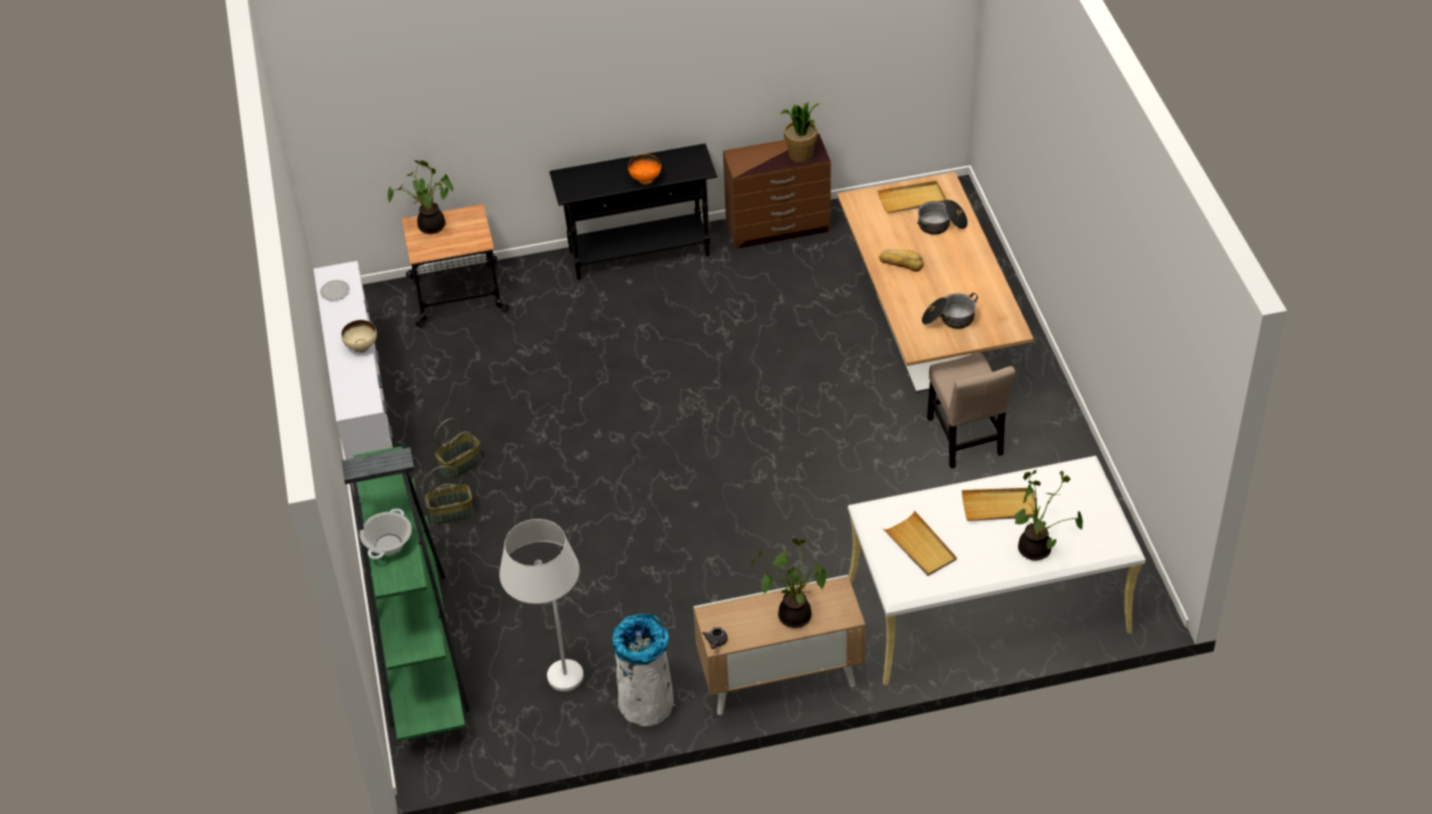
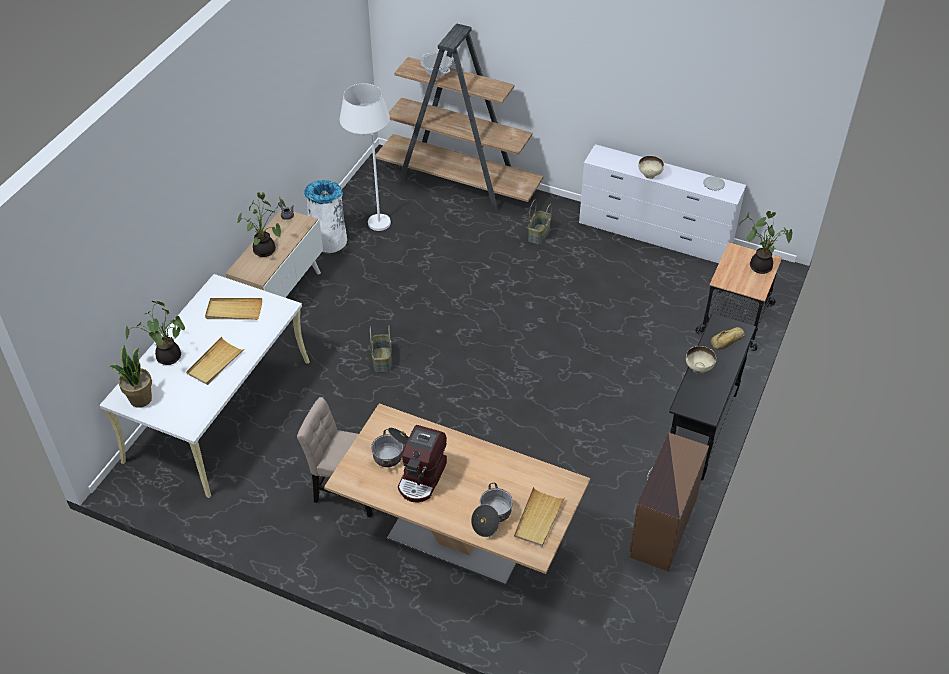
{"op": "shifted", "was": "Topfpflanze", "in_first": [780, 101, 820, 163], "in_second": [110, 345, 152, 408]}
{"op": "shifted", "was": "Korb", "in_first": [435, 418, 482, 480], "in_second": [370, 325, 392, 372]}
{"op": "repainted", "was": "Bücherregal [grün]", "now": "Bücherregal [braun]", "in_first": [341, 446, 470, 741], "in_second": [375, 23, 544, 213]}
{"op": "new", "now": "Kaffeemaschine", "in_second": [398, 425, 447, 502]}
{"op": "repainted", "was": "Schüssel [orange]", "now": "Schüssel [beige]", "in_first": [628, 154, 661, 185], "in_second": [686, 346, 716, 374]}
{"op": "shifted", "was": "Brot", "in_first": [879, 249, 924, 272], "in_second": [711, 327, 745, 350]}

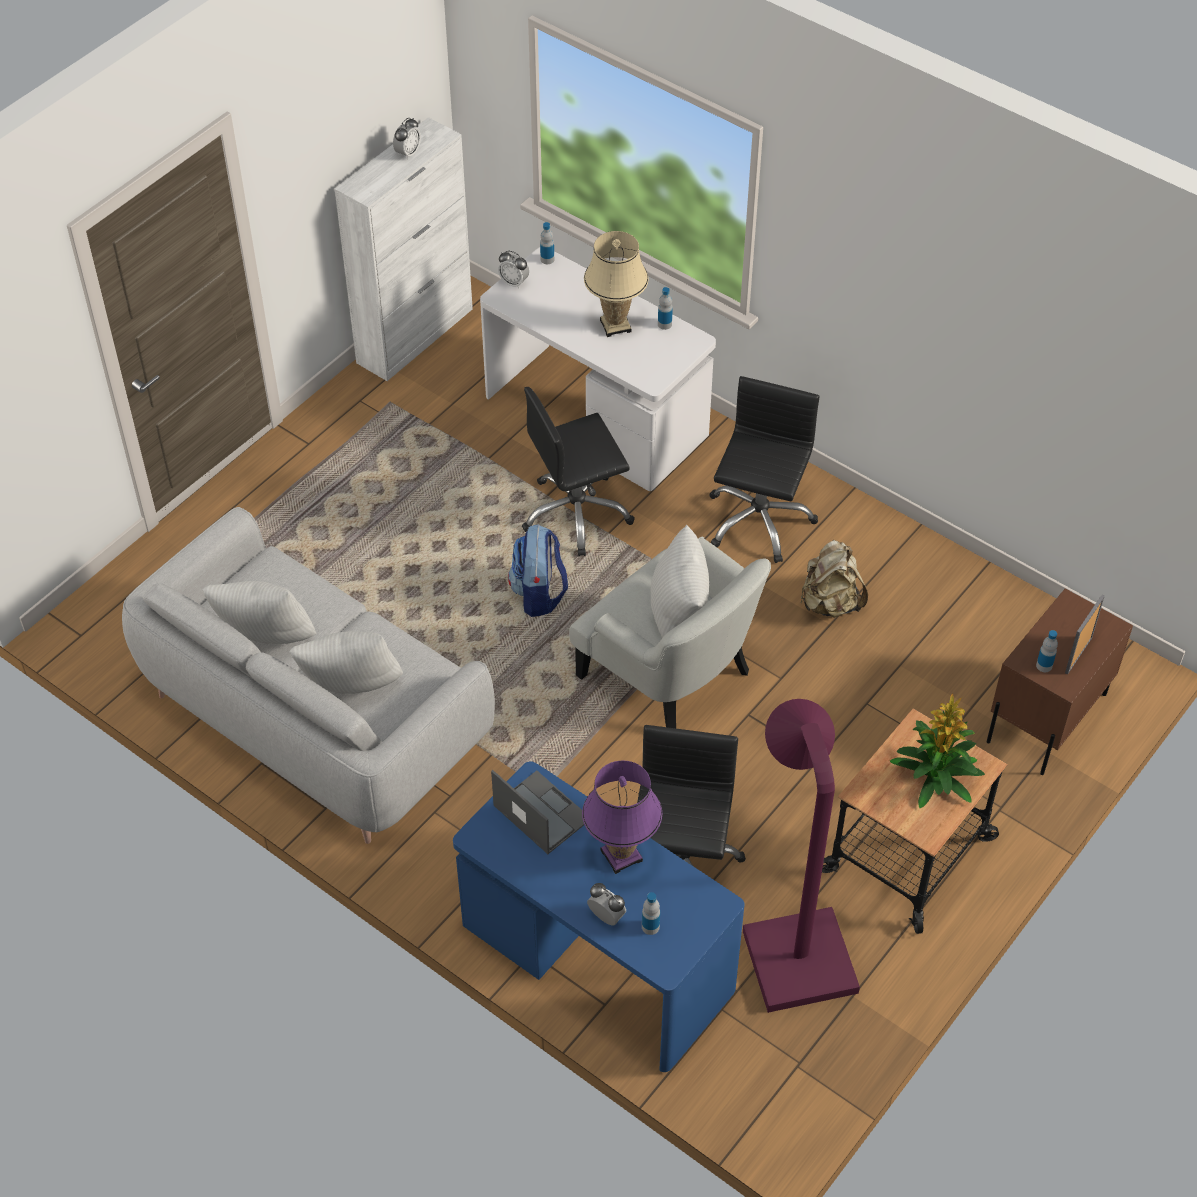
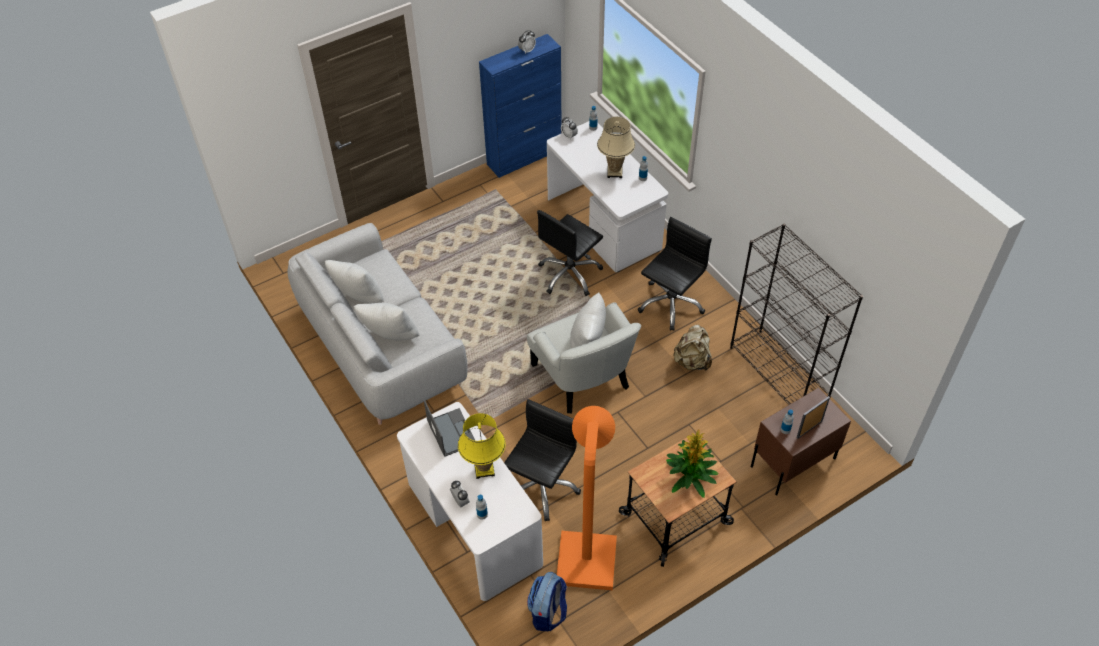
{"op": "repainted", "was": "Schreibtisch [blau]", "now": "Schreibtisch [weiß]", "in_first": [453, 761, 745, 1072], "in_second": [397, 402, 543, 601]}
{"op": "repainted", "was": "Tischlampe [lila]", "now": "Tischlampe [gelb]", "in_first": [582, 760, 662, 874], "in_second": [458, 413, 506, 479]}
{"op": "repainted", "was": "Schrank [weiß]", "now": "Schrank [blau]", "in_first": [335, 117, 473, 381], "in_second": [479, 34, 562, 178]}
{"op": "shifted", "was": "Rucksack", "in_first": [508, 524, 568, 617], "in_second": [527, 572, 567, 631]}
{"op": "rotated", "was": "Bürostuhl [schwarz]", "in_first": [522, 387, 635, 556], "in_second": [537, 210, 603, 296], "clockwise": -45}
{"op": "repainted", "was": "Stehlampe [lila]", "now": "Stehlampe [orange]", "in_first": [743, 699, 860, 1013], "in_second": [557, 406, 617, 591]}
{"op": "new", "now": "Bücherregal [schwarz]", "in_second": [730, 224, 863, 405]}

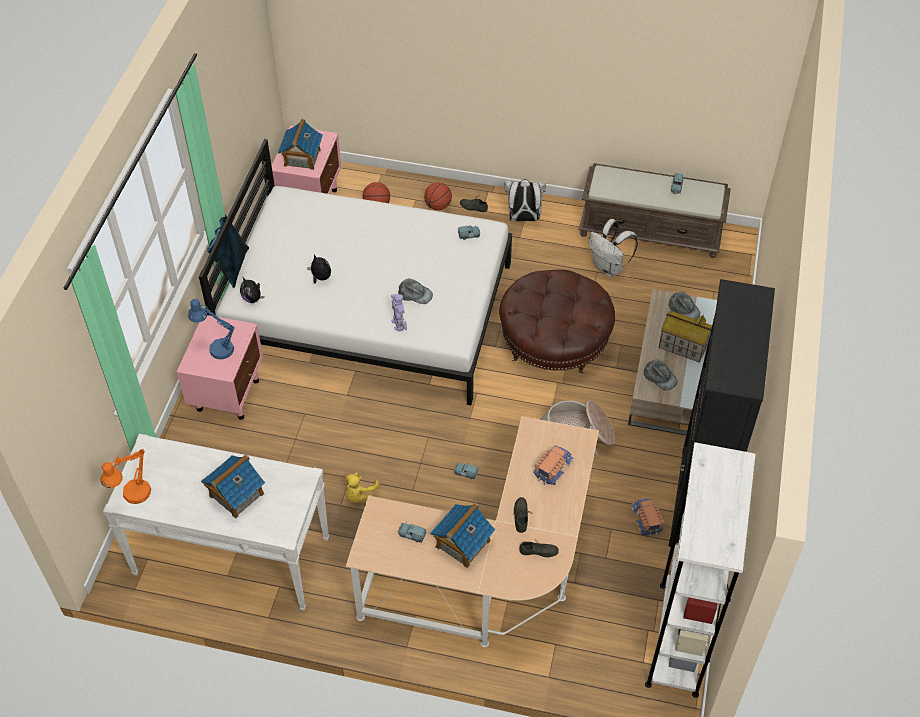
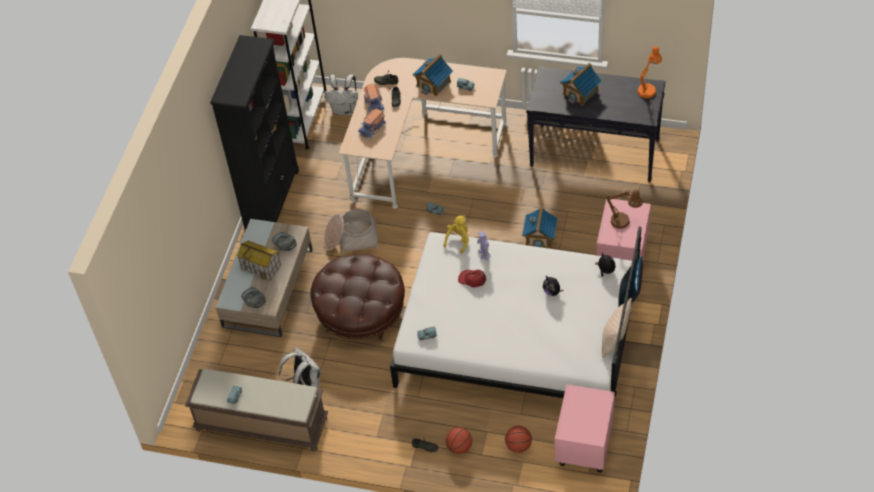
{"op": "shifted", "was": "Rucksack [weiß]", "in_first": [504, 179, 546, 221], "in_second": [325, 74, 358, 115]}
{"op": "shifted", "was": "Spielzeuglaster", "in_first": [631, 498, 664, 537], "in_second": [363, 83, 385, 113]}
{"op": "shifted", "was": "Plüschtier [gelb]", "in_first": [345, 472, 380, 503], "in_second": [443, 215, 469, 254]}
{"op": "repainted", "was": "Kappe [grau]", "now": "Kappe [rot]", "in_first": [398, 278, 433, 304], "in_second": [458, 270, 487, 288]}
{"op": "shifted", "was": "Spielzeughaus", "in_first": [278, 119, 323, 170], "in_second": [522, 206, 558, 248]}
{"op": "repainted", "was": "Konsolentisch [weiß]", "now": "Konsolentisch [schwarz]", "in_first": [103, 434, 329, 611], "in_second": [526, 66, 666, 182]}
{"op": "new", "now": "Kissen [beige]", "in_second": [602, 298, 632, 358]}
{"op": "repainted", "was": "Tischlampe [blau]", "now": "Tischlampe [braun]", "in_first": [188, 299, 234, 359], "in_second": [606, 190, 643, 229]}

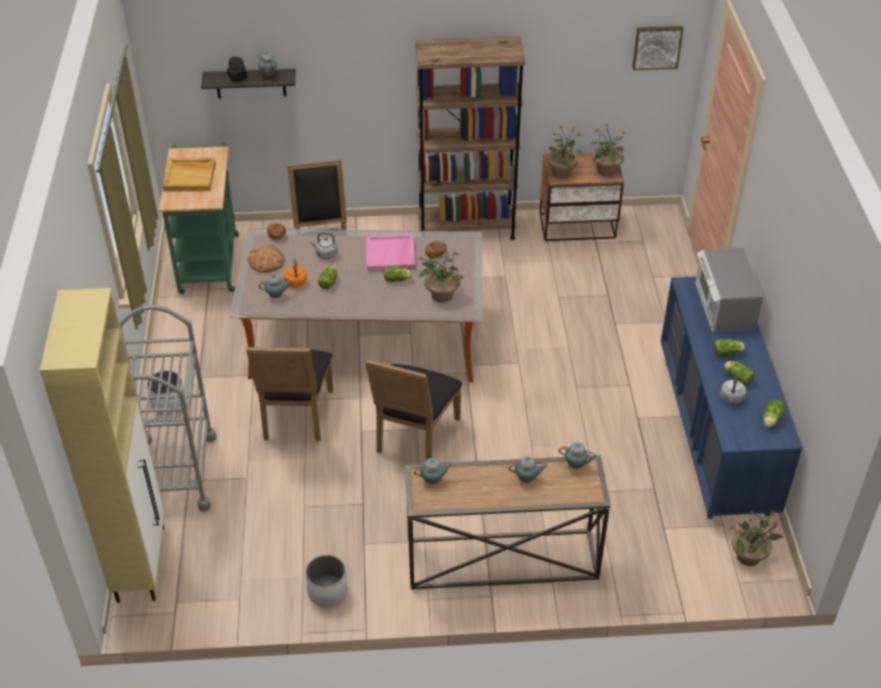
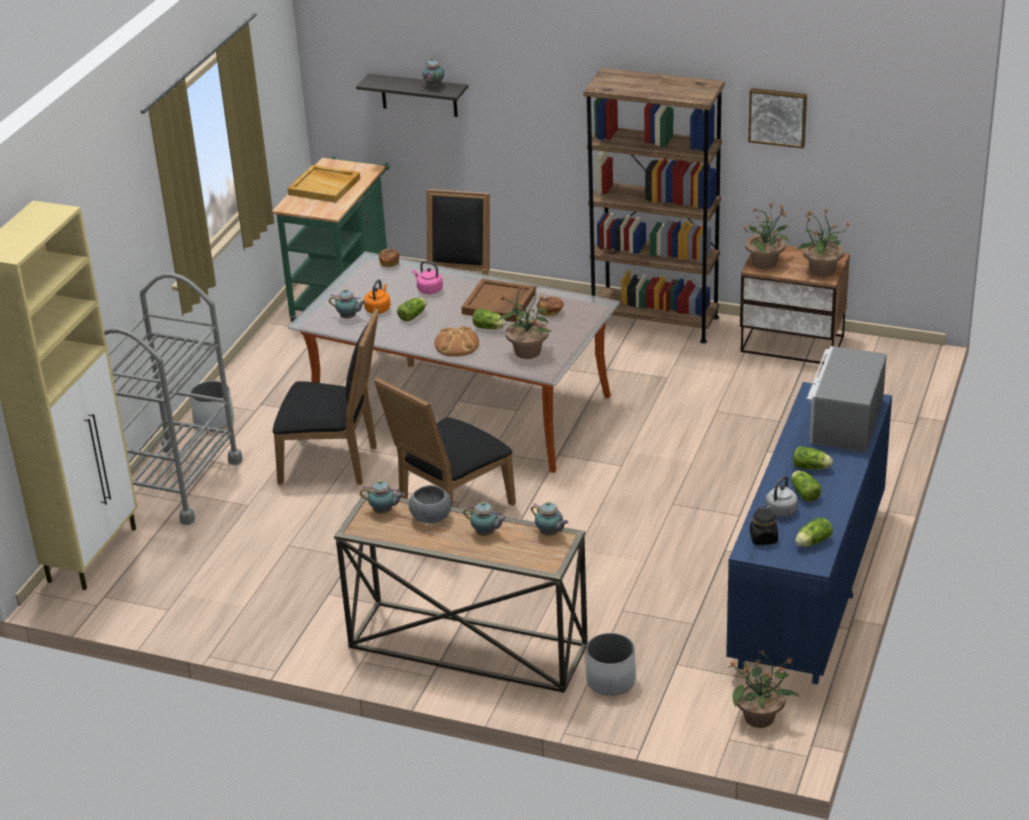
{"op": "rotated", "was": "Stuhl [schwarz]", "in_first": [246, 347, 333, 441], "in_second": [273, 308, 379, 485], "clockwise": -105}
{"op": "new", "now": "Schüssel [grau]", "in_second": [409, 485, 451, 523]}
{"op": "repainted", "was": "Wasserkessel [grau]", "now": "Wasserkessel [rosa]", "in_first": [310, 233, 338, 259], "in_second": [413, 261, 443, 294]}
{"op": "shifted", "was": "Brot", "in_first": [248, 244, 284, 273], "in_second": [434, 326, 479, 356]}
{"op": "repainted", "was": "Tablett [rosa]", "now": "Tablett [braun]", "in_first": [366, 234, 416, 272], "in_second": [461, 279, 536, 322]}
{"op": "shifted", "was": "Pflanzkübel [weiß]", "in_first": [305, 555, 347, 607], "in_second": [586, 633, 636, 696]}
{"op": "shifted", "was": "Bild", "in_first": [632, 26, 683, 70], "in_second": [748, 88, 807, 148]}
{"op": "shifted", "was": "Vorratsglas [schwarz]", "in_first": [227, 57, 248, 82], "in_second": [750, 507, 778, 545]}

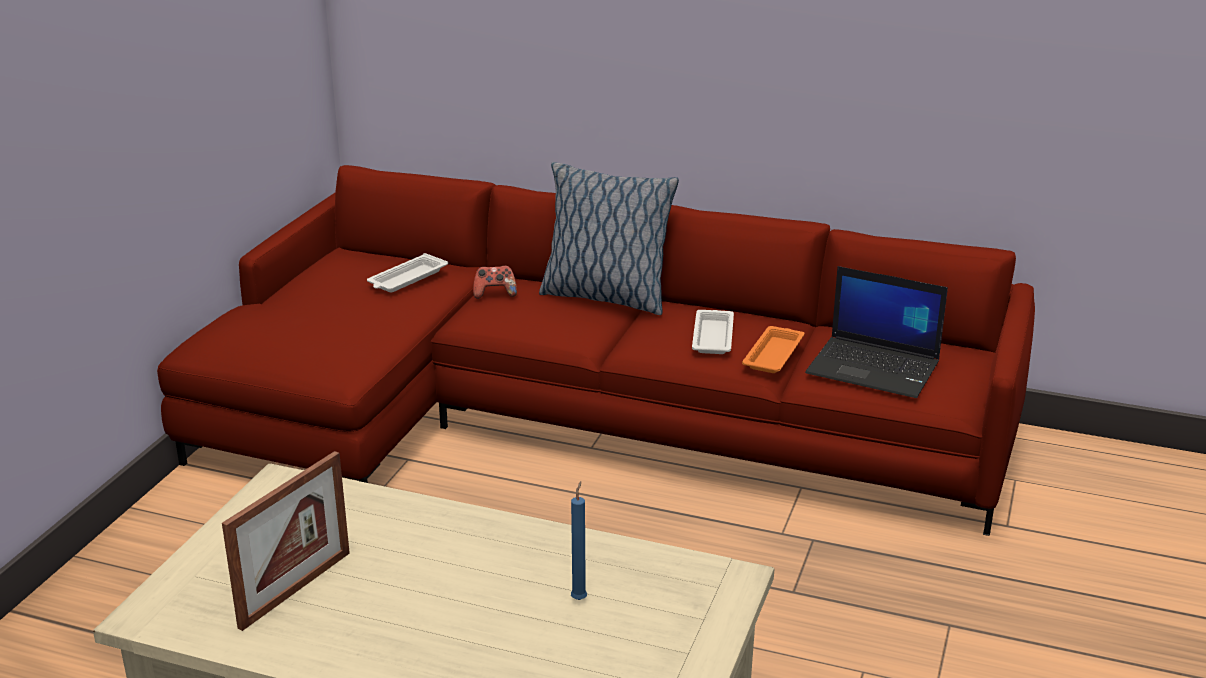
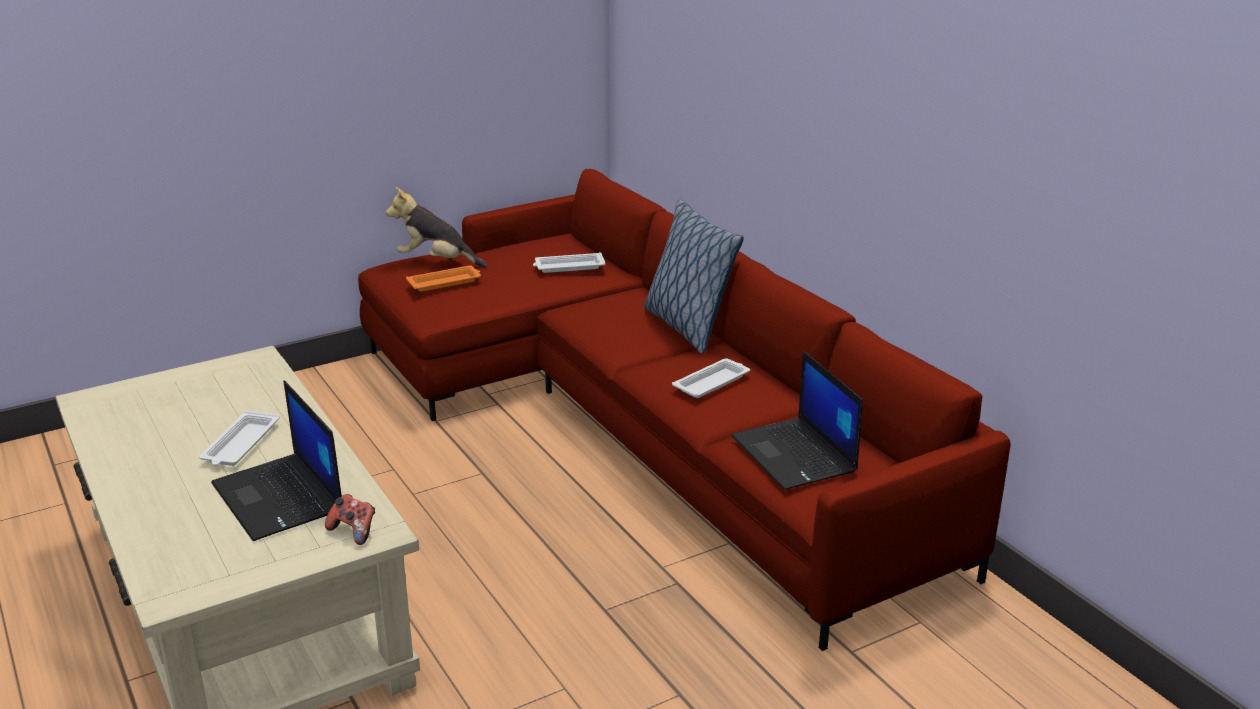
{"op": "new", "now": "Tablett [weiß]", "in_second": [199, 411, 280, 466]}
{"op": "swapped", "was": "Kerze [blau]", "now": "Laptop", "in_first": [571, 481, 587, 600], "in_second": [211, 381, 342, 541]}
{"op": "shifted", "was": "Gamepad", "in_first": [473, 266, 517, 299], "in_second": [325, 494, 375, 545]}
{"op": "new", "now": "Plüschtier", "in_second": [386, 187, 487, 267]}
{"op": "shifted", "was": "Tablett [orange]", "in_first": [742, 326, 805, 373], "in_second": [406, 265, 481, 292]}
{"op": "gone", "was": "Bilderrahmen", "in_first": [222, 451, 350, 631]}

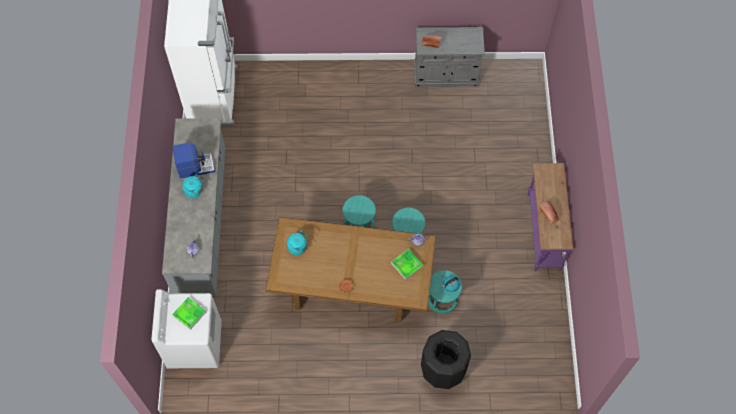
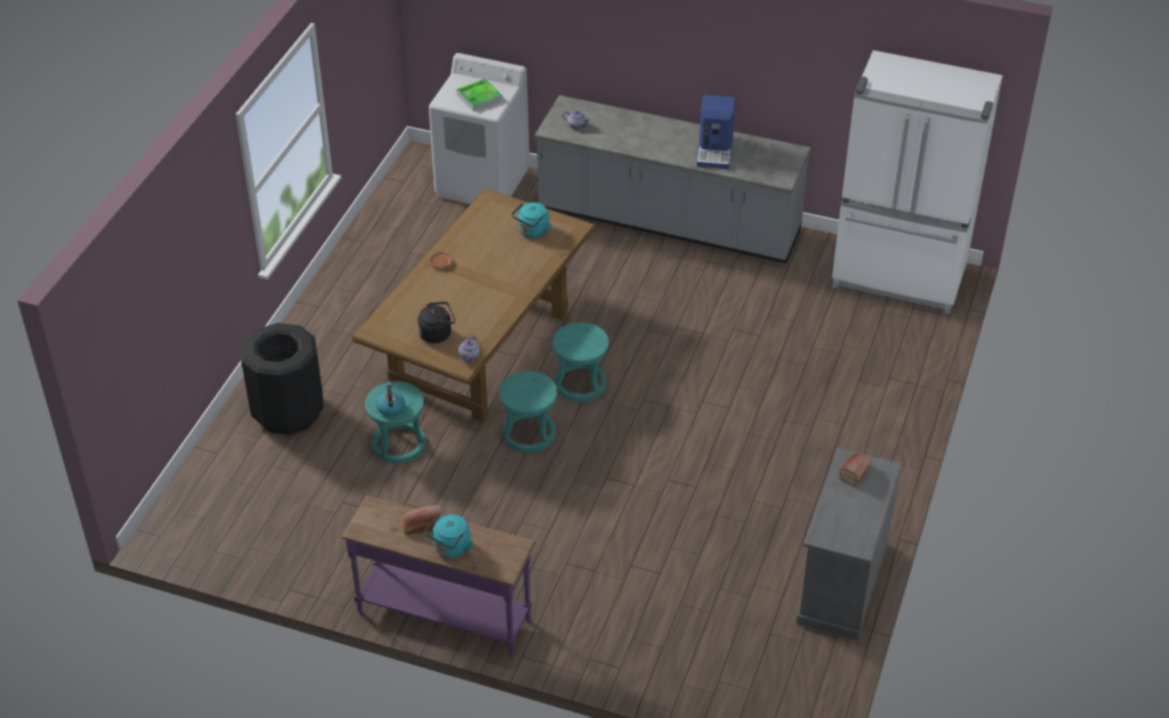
{"op": "swapped", "was": "Tablett", "now": "Wasserkessel [schwarz]", "in_first": [391, 249, 423, 280], "in_second": [417, 302, 455, 343]}
{"op": "shifted", "was": "Wasserkessel [türkis]", "in_first": [182, 173, 205, 198], "in_second": [425, 514, 473, 558]}

